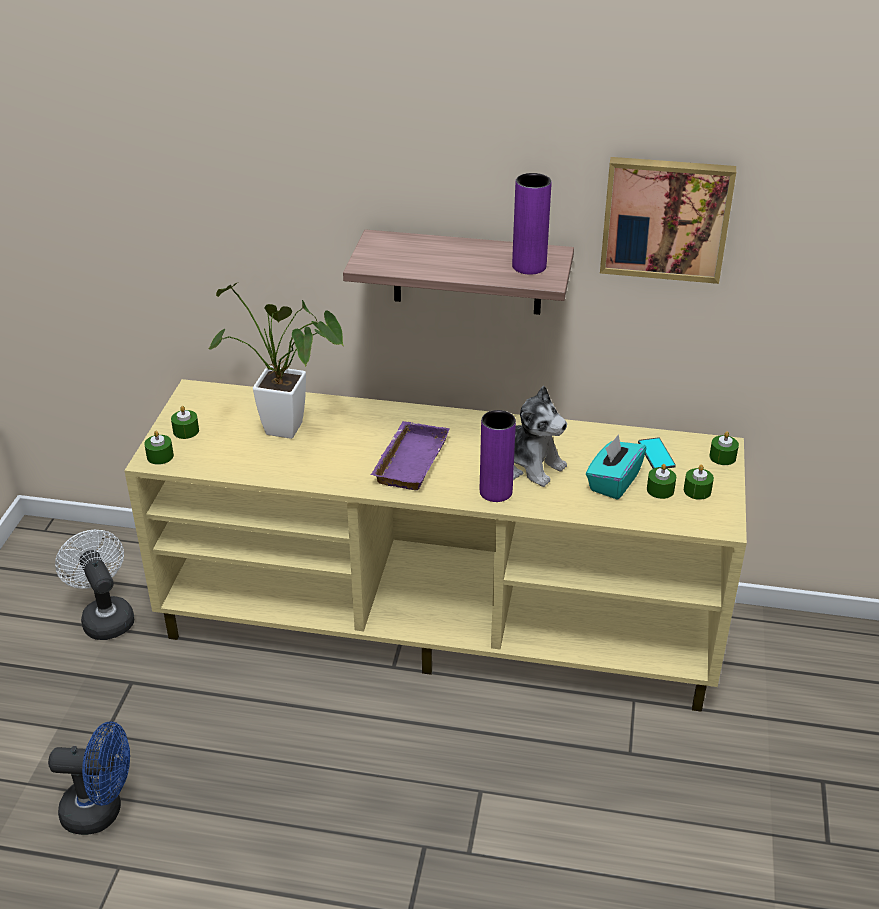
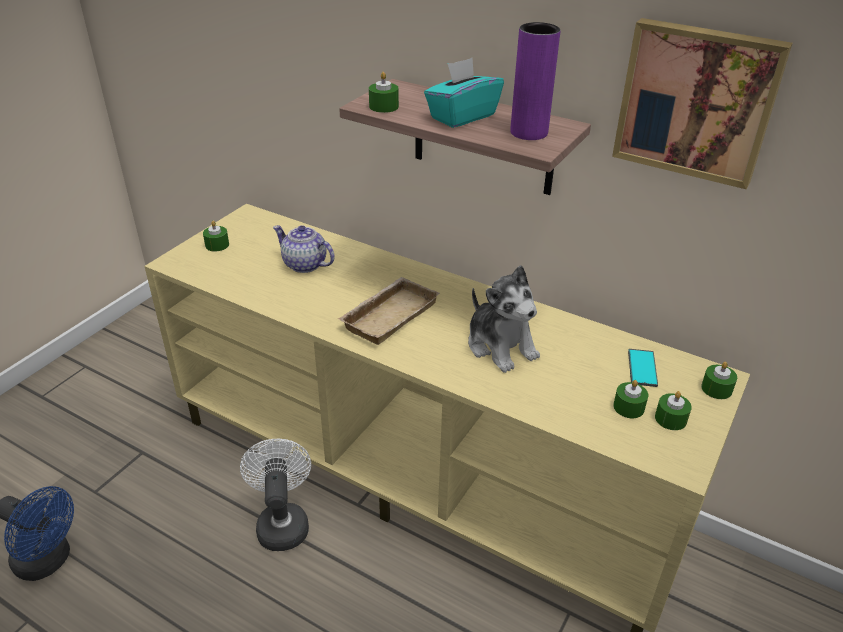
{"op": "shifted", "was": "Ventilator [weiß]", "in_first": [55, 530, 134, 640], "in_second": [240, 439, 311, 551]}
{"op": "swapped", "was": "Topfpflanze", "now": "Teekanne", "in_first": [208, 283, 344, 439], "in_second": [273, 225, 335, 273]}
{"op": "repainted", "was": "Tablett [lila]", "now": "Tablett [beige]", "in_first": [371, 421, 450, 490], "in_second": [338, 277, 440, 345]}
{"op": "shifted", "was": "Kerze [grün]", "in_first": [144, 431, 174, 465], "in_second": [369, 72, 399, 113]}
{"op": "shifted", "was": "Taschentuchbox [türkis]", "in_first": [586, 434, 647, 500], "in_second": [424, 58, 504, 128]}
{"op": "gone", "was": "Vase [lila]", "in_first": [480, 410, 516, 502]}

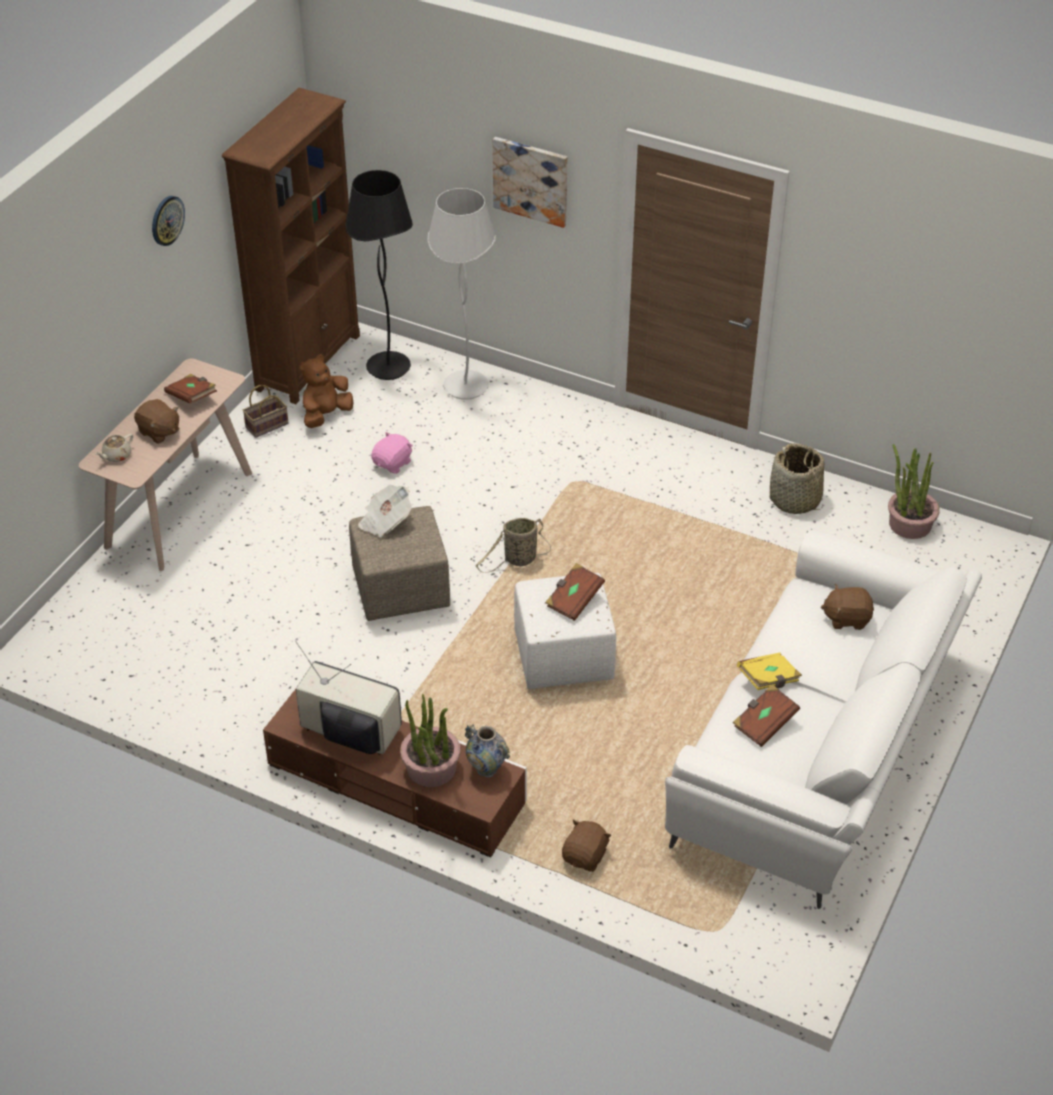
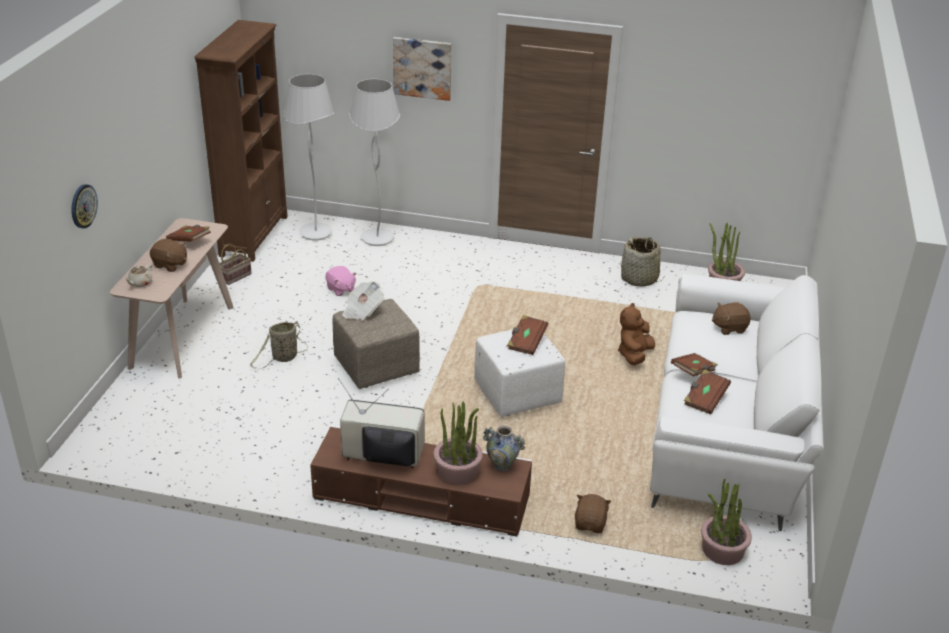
{"op": "shifted", "was": "Wanduhr", "in_first": [152, 196, 185, 246], "in_second": [71, 184, 98, 229]}
{"op": "shifted", "was": "Korb", "in_first": [476, 518, 551, 573], "in_second": [250, 321, 308, 369]}
{"op": "repainted", "was": "Stehlampe [schwarz]", "now": "Stehlampe [weiß]", "in_first": [346, 170, 413, 380], "in_second": [284, 74, 334, 240]}
{"op": "rotated", "was": "Plüschtier [rosa]", "in_first": [371, 432, 413, 474], "in_second": [325, 266, 357, 296], "clockwise": 120}
{"op": "shifted", "was": "Plüschtier [braun]", "in_first": [300, 354, 354, 428], "in_second": [618, 303, 655, 365]}
{"op": "repainted", "was": "Buch [gelb]", "now": "Buch [braun]", "in_first": [737, 653, 802, 690], "in_second": [671, 353, 718, 377]}
{"op": "new", "now": "Topfpflanze", "in_second": [701, 478, 752, 565]}

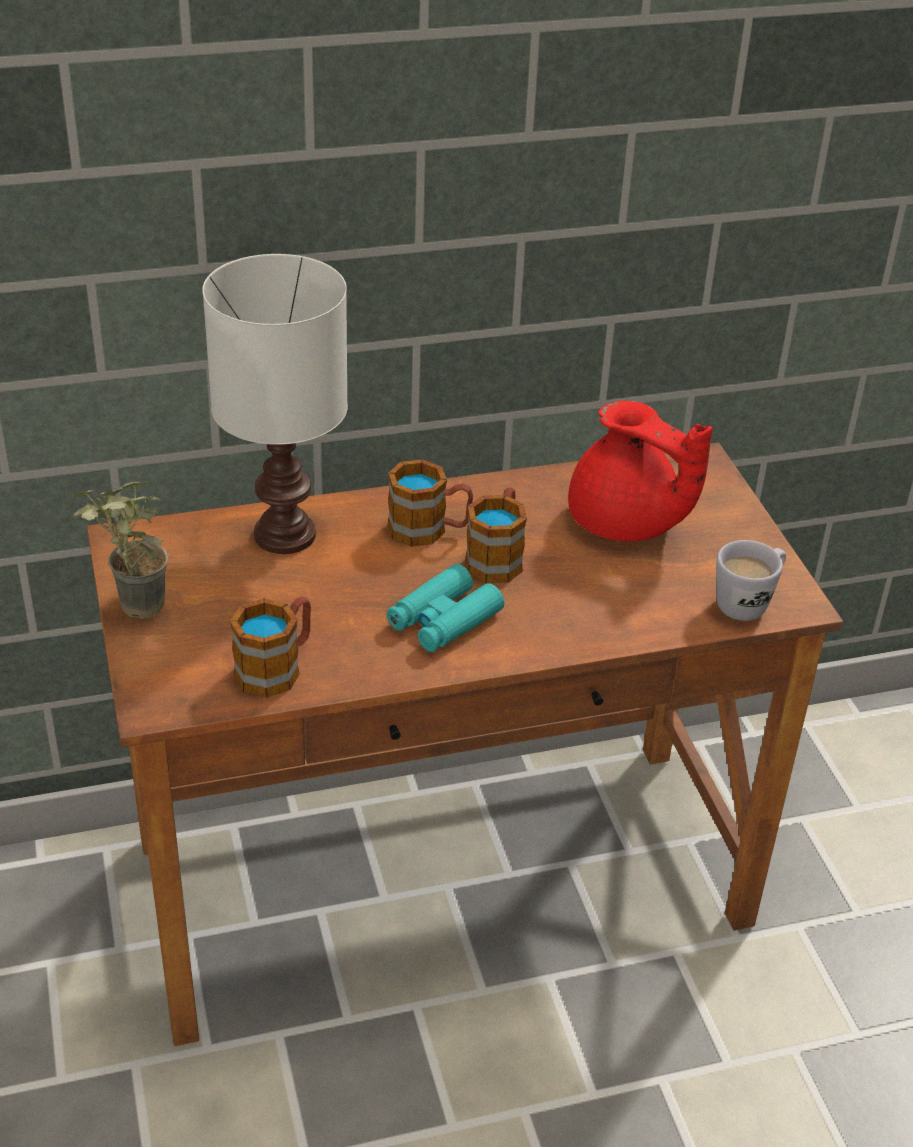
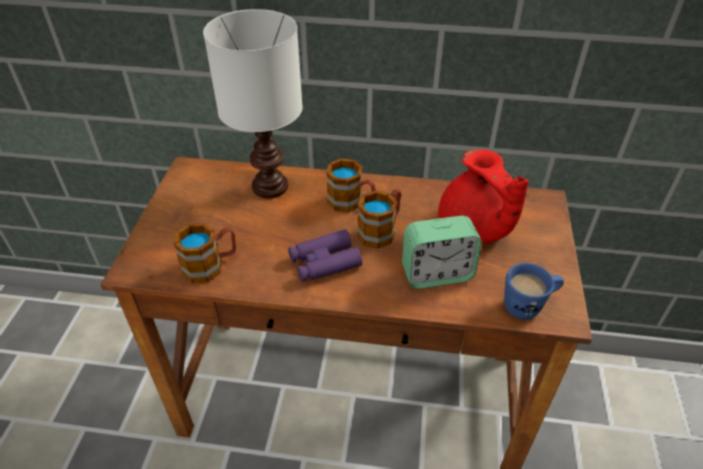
{"op": "repainted", "was": "Fernglas [türkis]", "now": "Fernglas [lila]", "in_first": [387, 564, 504, 652], "in_second": [288, 229, 362, 282]}
{"op": "new", "now": "Wecker", "in_second": [402, 216, 482, 289]}
{"op": "repainted", "was": "Henkelbecher [weiß]", "now": "Henkelbecher [blau]", "in_first": [716, 540, 786, 621], "in_second": [504, 263, 564, 320]}
{"op": "gone", "was": "Topfpflanze", "in_first": [72, 482, 168, 619]}

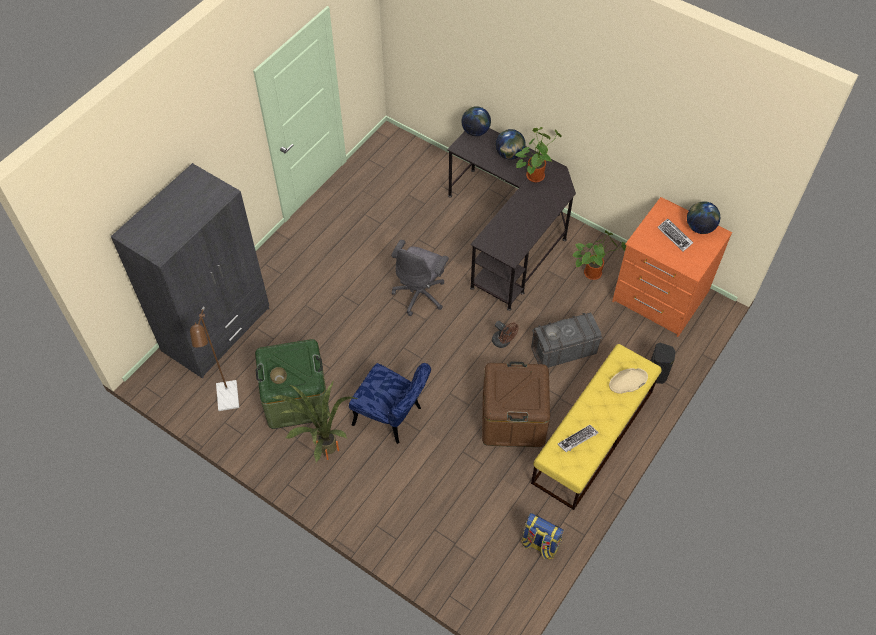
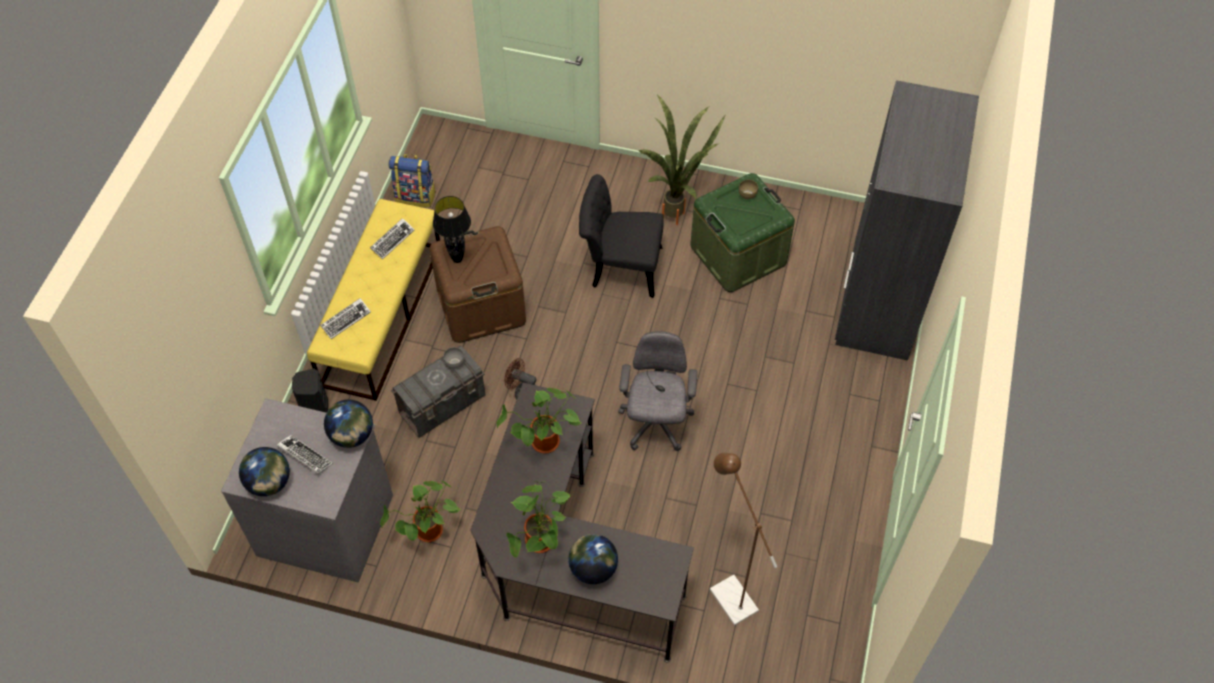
{"op": "repainted", "was": "Kommode [orange]", "now": "Kommode [grau]", "in_first": [612, 197, 732, 337], "in_second": [221, 398, 393, 582]}
{"op": "swapped", "was": "Hut [beige]", "now": "Tastatur", "in_first": [609, 368, 648, 394], "in_second": [320, 298, 371, 339]}
{"op": "shifted", "was": "Globus", "in_first": [462, 106, 491, 136], "in_second": [324, 399, 373, 448]}
{"op": "new", "now": "Tischlampe [schwarz]", "in_second": [433, 196, 471, 263]}
{"op": "new", "now": "Topfpflanze", "in_second": [497, 388, 581, 454]}
{"op": "repainted", "was": "Stuhl [blau]", "now": "Stuhl [schwarz]", "in_first": [349, 363, 431, 444], "in_second": [579, 174, 664, 298]}
{"op": "shifted", "was": "Stehlampe [braun]", "in_first": [190, 307, 239, 411], "in_second": [710, 453, 777, 626]}

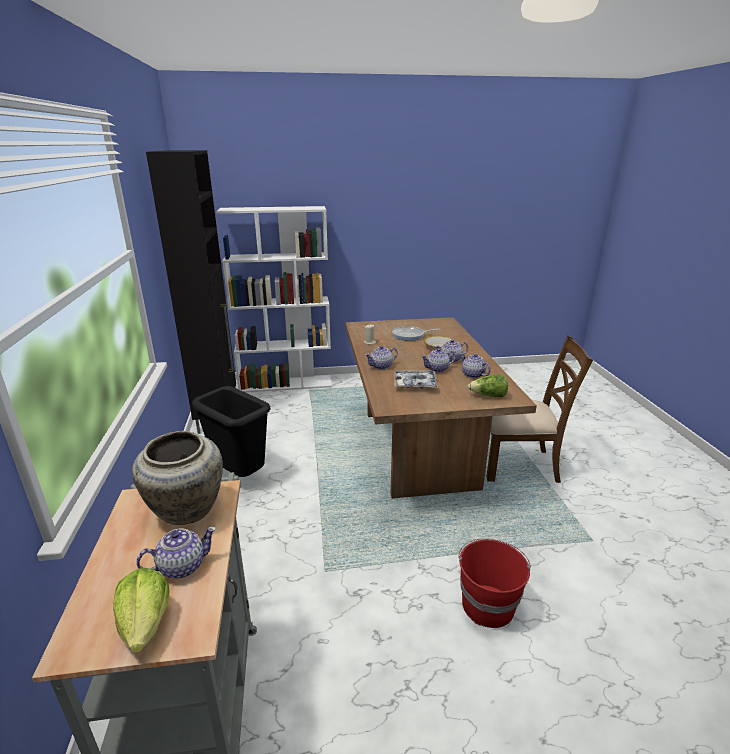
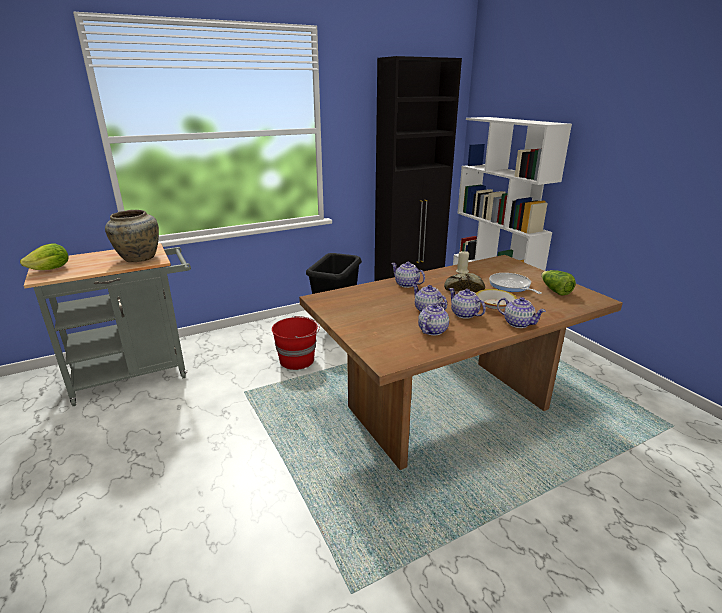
{"op": "shifted", "was": "Eimer [rot]", "in_first": [459, 538, 531, 628], "in_second": [272, 316, 320, 370]}
{"op": "new", "now": "Brot", "in_second": [444, 273, 485, 293]}
{"op": "shifted", "was": "Teekanne", "in_first": [136, 526, 217, 579], "in_second": [497, 297, 546, 328]}
{"op": "shifted", "was": "Salatkopf", "in_first": [468, 375, 508, 397], "in_second": [541, 270, 576, 296]}
{"op": "gone", "was": "Tablett", "in_first": [394, 370, 438, 389]}
{"op": "gone", "was": "Stuhl [braun]", "in_first": [486, 335, 593, 483]}

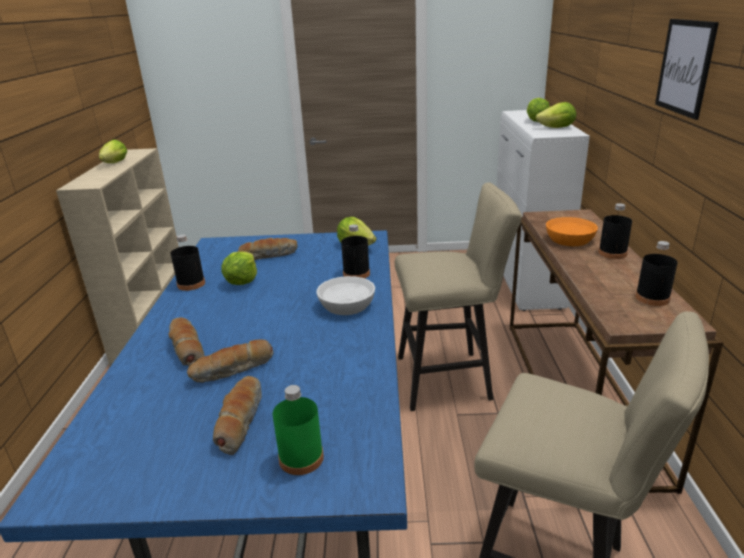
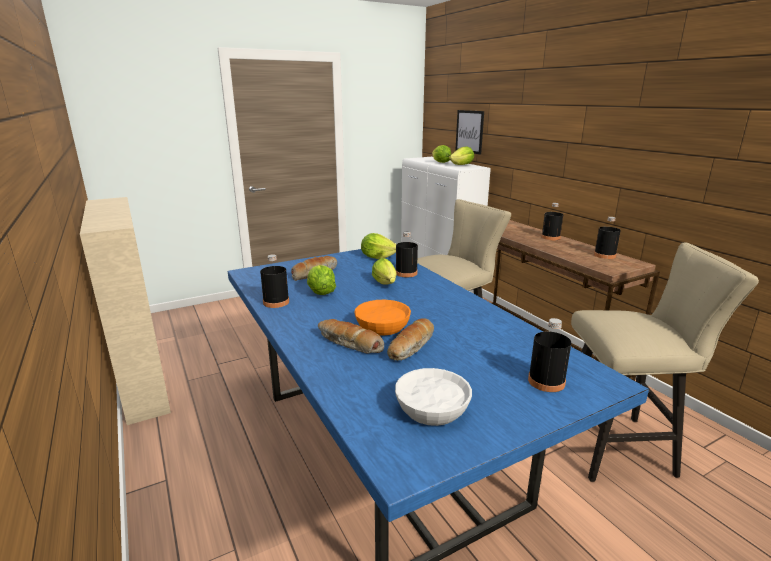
{"op": "shifted", "was": "Schüssel [orange]", "in_first": [546, 217, 598, 246], "in_second": [354, 300, 411, 336]}
{"op": "shifted", "was": "Salatkopf", "in_first": [99, 140, 127, 163], "in_second": [372, 258, 397, 285]}
{"op": "shifted", "was": "Schüssel [weiß]", "in_first": [317, 276, 375, 315], "in_second": [395, 368, 472, 426]}
{"op": "shifted", "was": "Bild", "in_first": [655, 19, 719, 120], "in_second": [456, 110, 484, 154]}
{"op": "repainted", "was": "Flasche [grün]", "now": "Flasche [schwarz]", "in_first": [273, 385, 324, 475], "in_second": [528, 318, 571, 392]}
{"op": "gone", "was": "Brot", "in_first": [213, 376, 262, 455]}

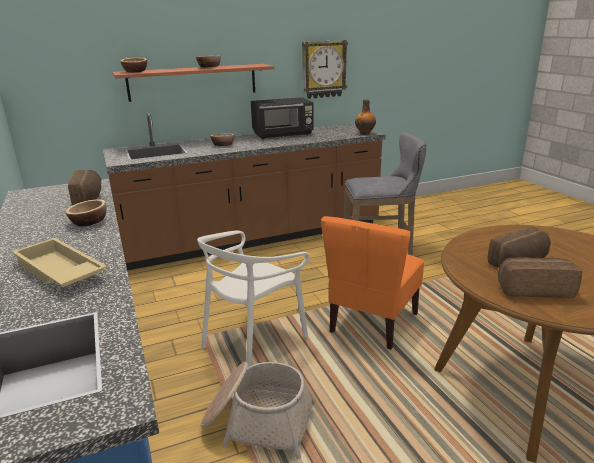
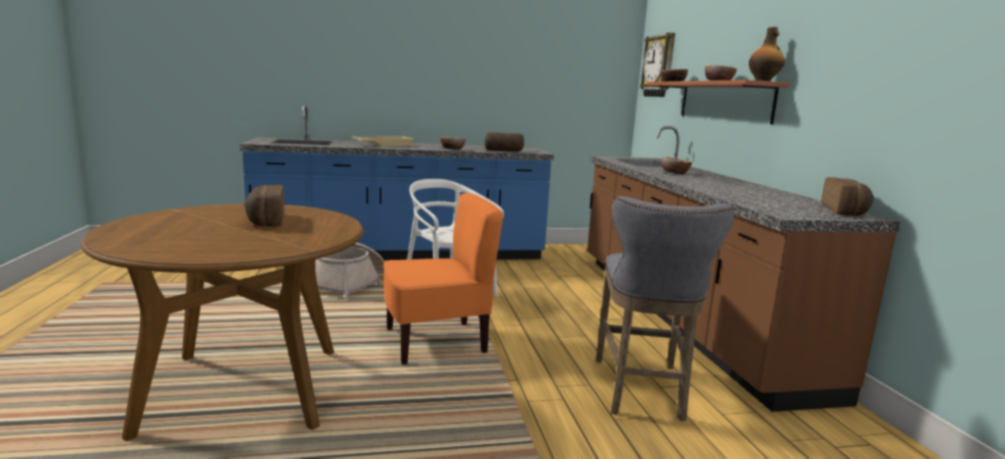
{"op": "rotated", "was": "Stuhl [orange]", "in_first": [321, 216, 424, 349], "in_second": [383, 193, 503, 365], "clockwise": 120}
{"op": "shifted", "was": "Wanduhr", "in_first": [302, 40, 348, 99], "in_second": [640, 33, 675, 97]}
{"op": "shifted", "was": "Flasche", "in_first": [355, 99, 376, 135], "in_second": [749, 27, 785, 81]}
{"op": "shifted", "was": "Brot", "in_first": [498, 257, 582, 298], "in_second": [821, 177, 874, 216]}
{"op": "gone", "was": "Mikrowelle [schwarz]", "in_first": [251, 97, 314, 139]}

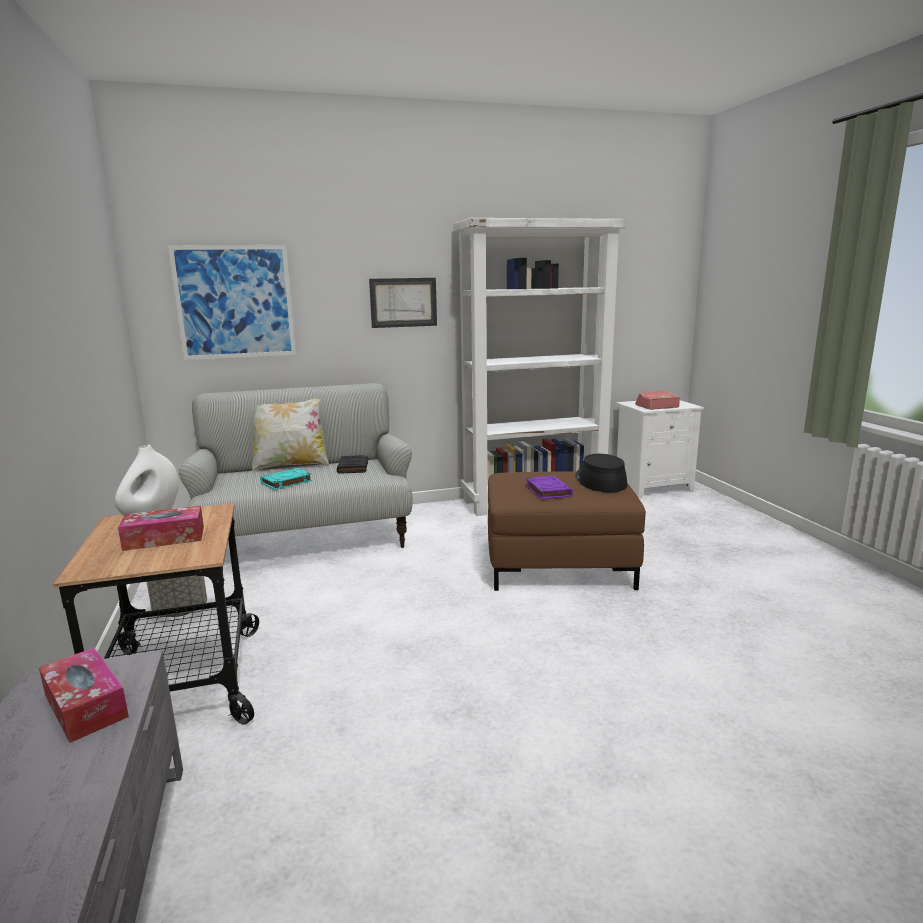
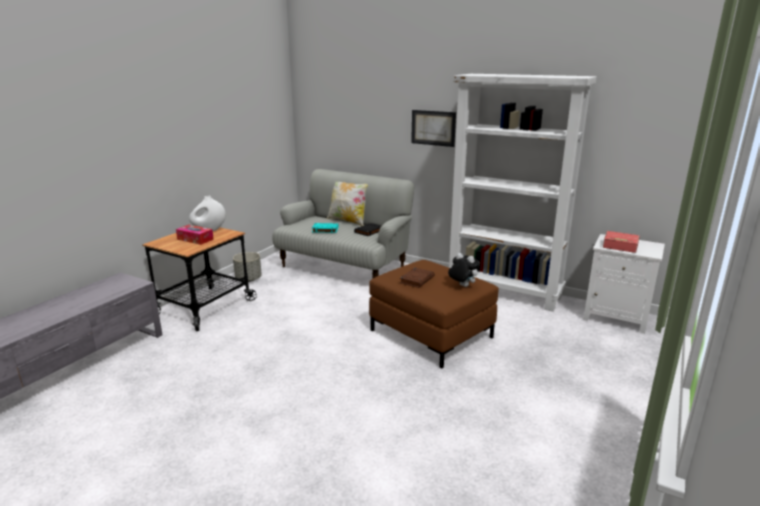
{"op": "repainted", "was": "Buch [lila]", "now": "Buch [braun]", "in_first": [526, 475, 573, 500], "in_second": [400, 268, 434, 288]}
{"op": "swapped", "was": "Hut [schwarz]", "now": "Plüschtier", "in_first": [575, 454, 627, 492], "in_second": [448, 253, 480, 287]}
{"op": "gone", "was": "Taschentuchbox", "in_first": [39, 648, 129, 743]}
{"op": "gone", "was": "Bild", "in_first": [168, 245, 296, 360]}

